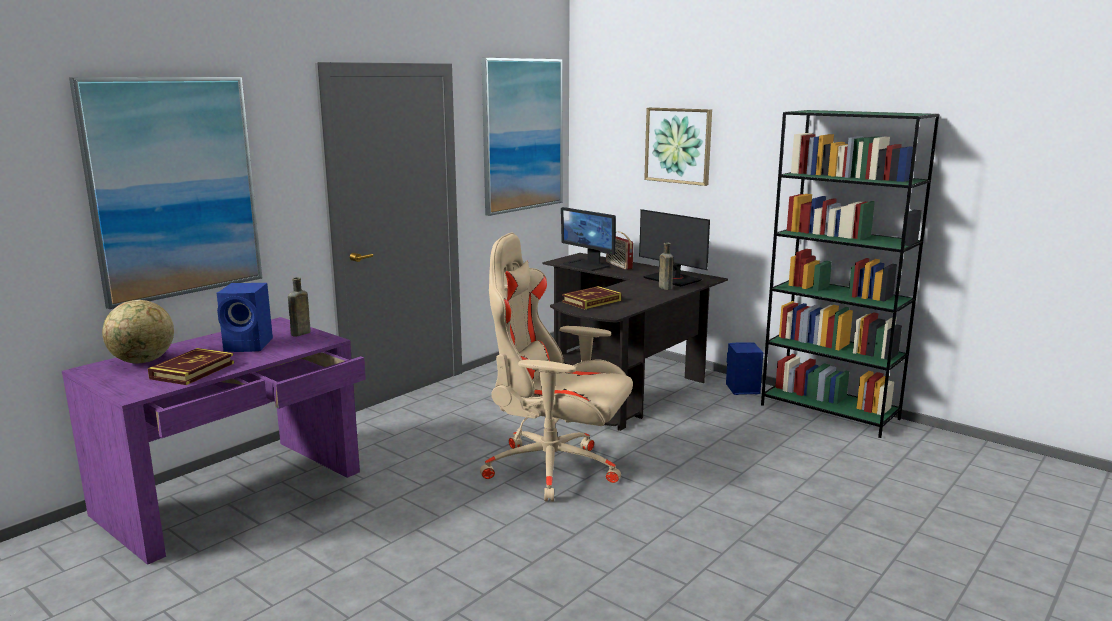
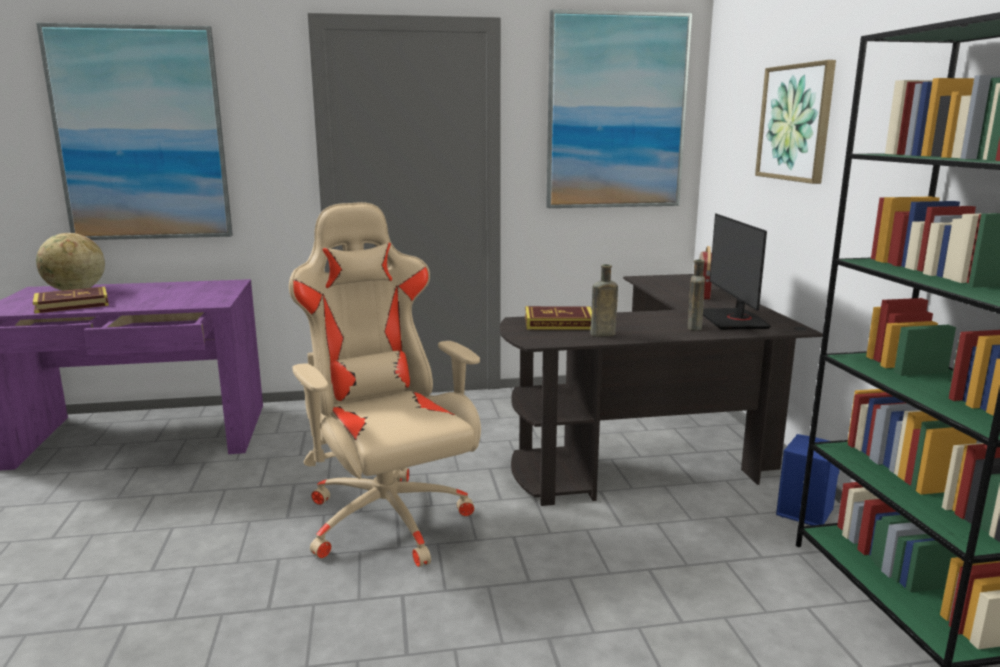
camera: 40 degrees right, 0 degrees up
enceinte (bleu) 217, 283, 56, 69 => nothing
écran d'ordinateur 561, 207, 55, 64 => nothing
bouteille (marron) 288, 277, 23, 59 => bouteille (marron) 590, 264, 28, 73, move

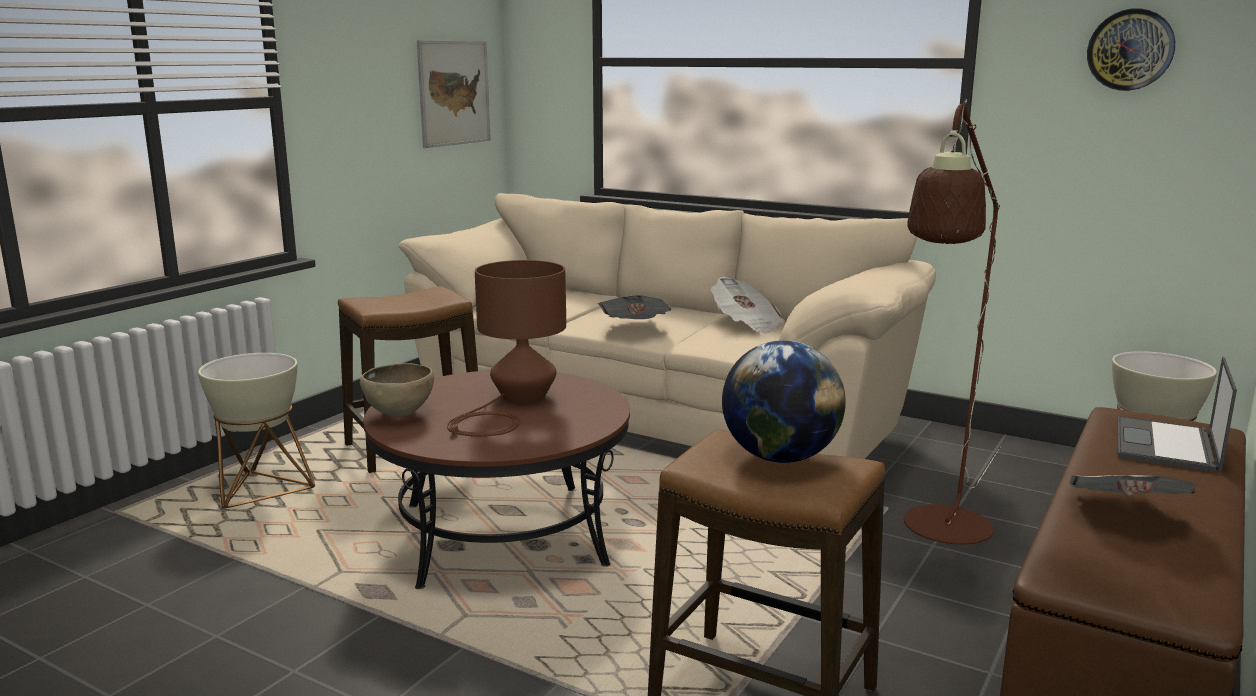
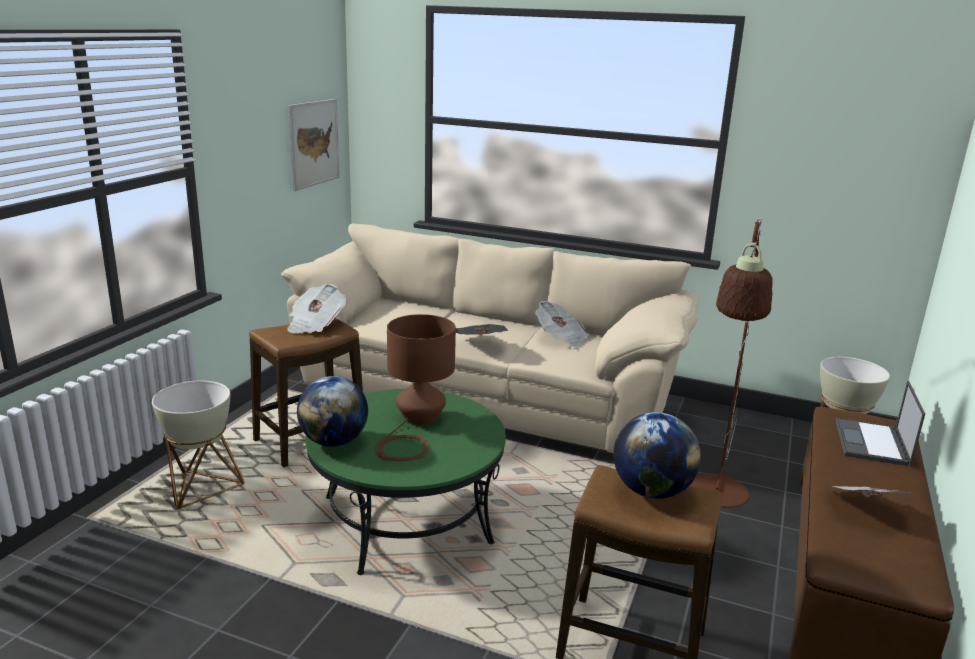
camera: 10 degrees left, 5 degrees up
horloge murale 1087, 8, 88, 83 => nothing
nothing => journal 287, 284, 59, 49
bol (marron) 360, 363, 74, 54 => globe 297, 376, 71, 71
table basse (marron) 363, 370, 267, 219 => table basse (vert) 305, 389, 201, 186

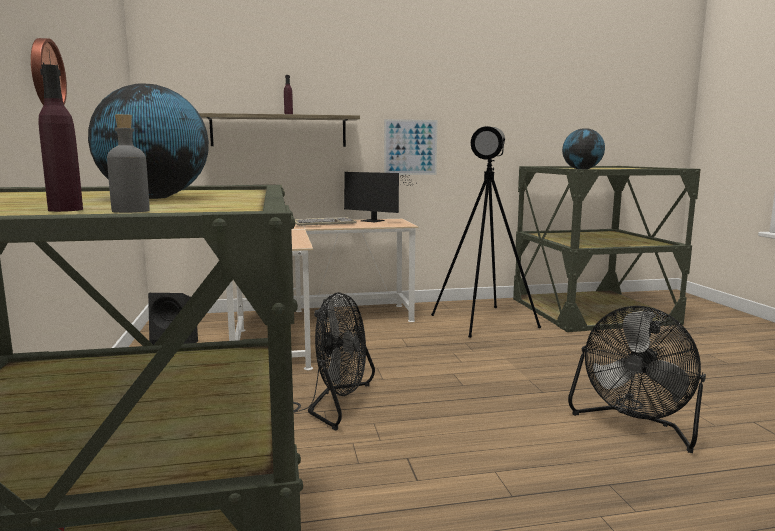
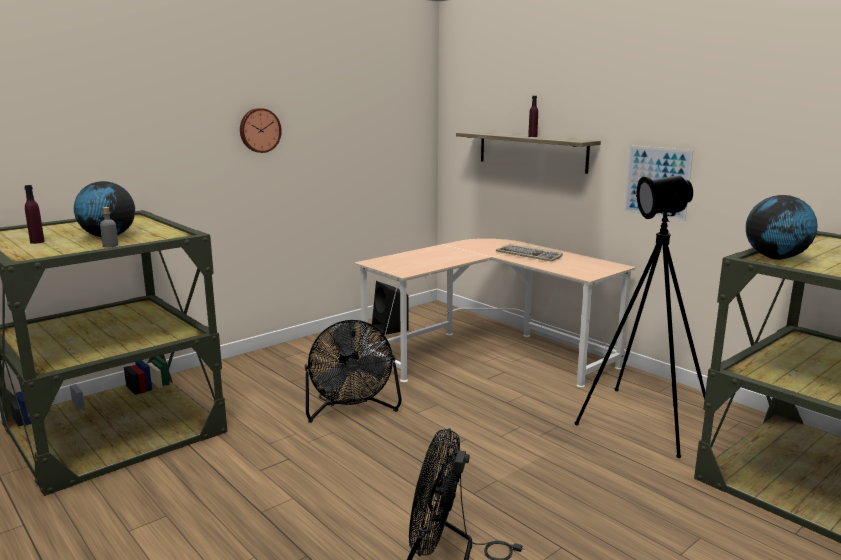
camera: 60 degrees right, 5 degrees up
écran d'ordinateur 344, 172, 70, 50 => nothing
bouteille (gris) 107, 114, 43, 99 => bouteille (gris) 100, 207, 18, 40, move

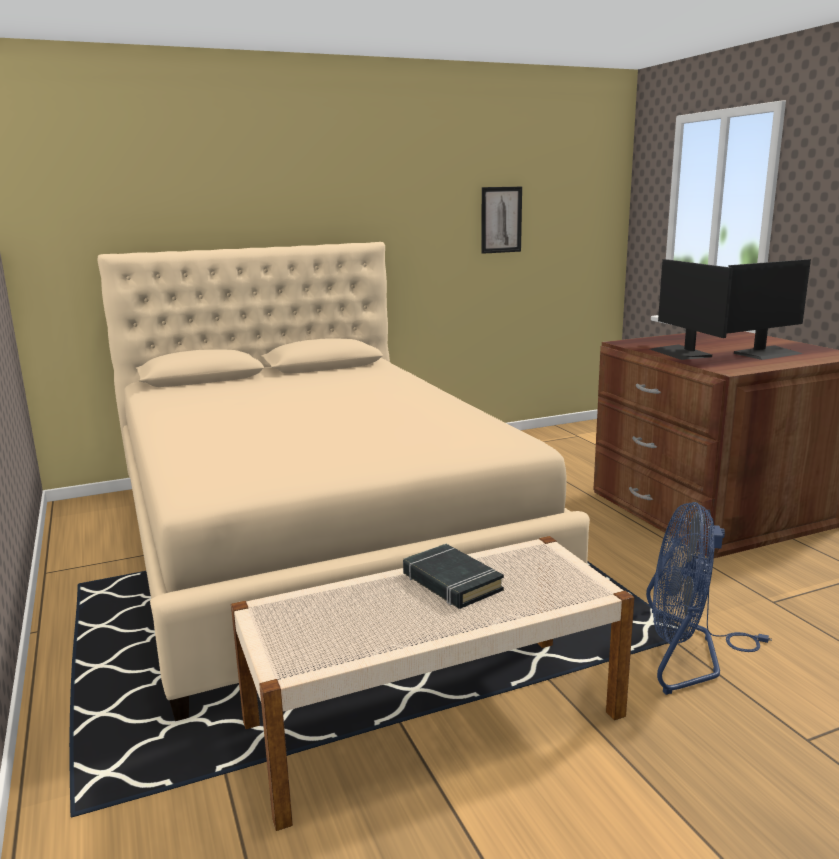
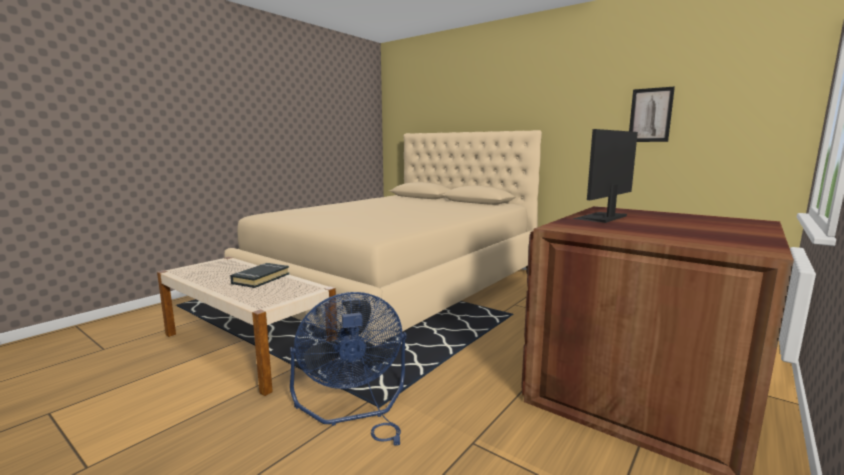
camera: 60 degrees right, 5 degrees down
écran d'ordinateur 726, 259, 85, 101 => nothing

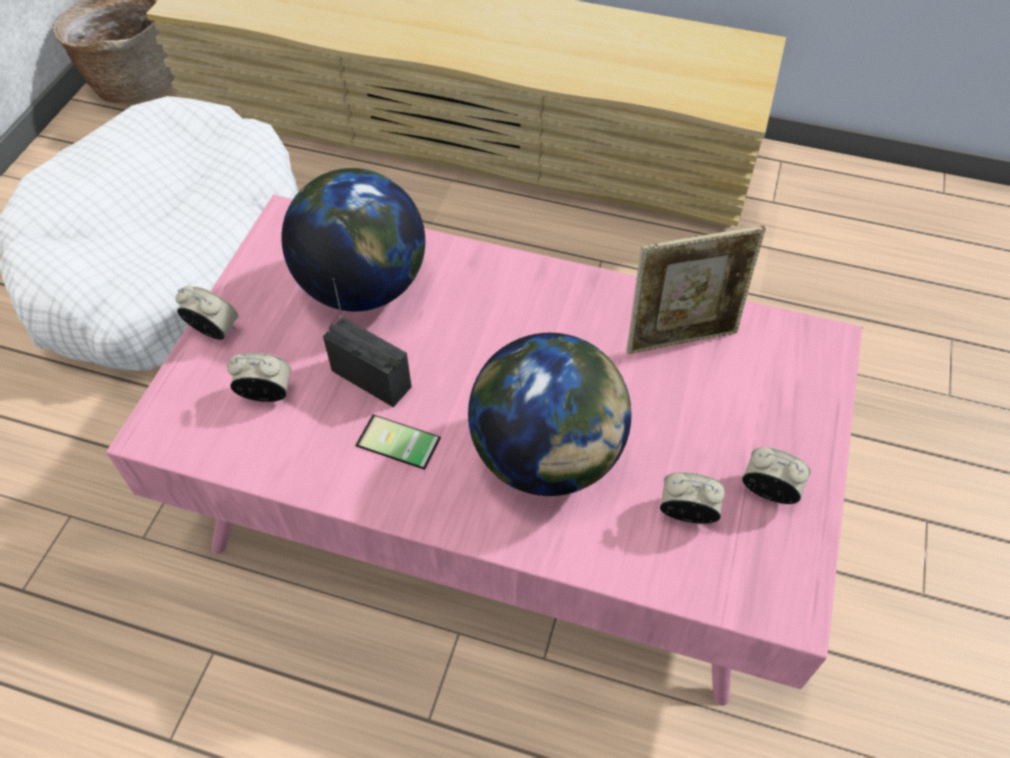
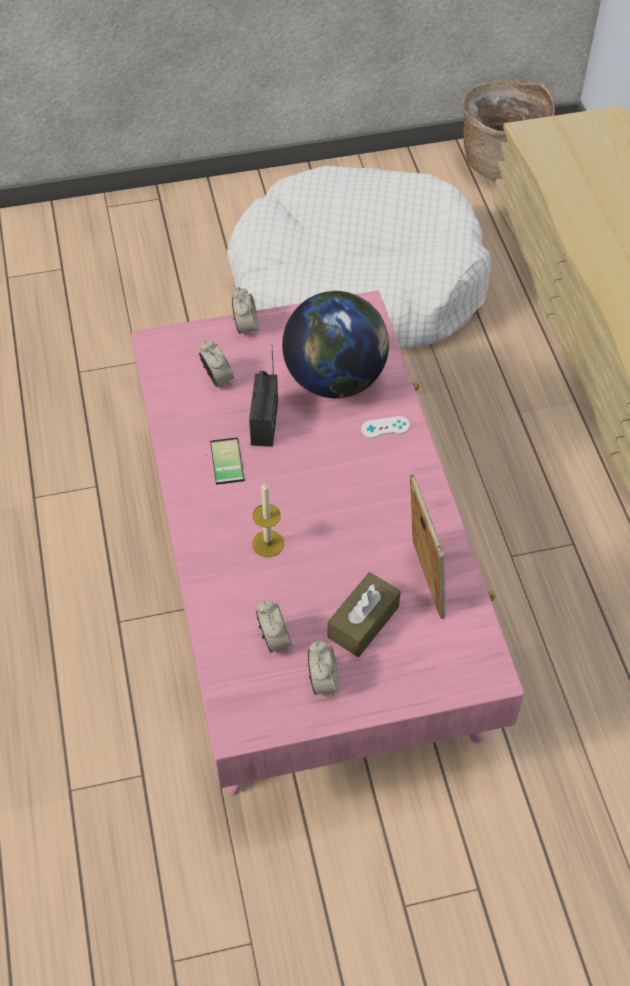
camera: 60 degrees right, 0 degrees up
nothing => boîte à mouchoirs (marron) 327, 572, 74, 85
nothing => manette (blanc) 361, 416, 49, 22
globe 468, 333, 164, 163 => bougie 252, 482, 32, 75
cadre photo 627, 226, 139, 128 => cadre photo 410, 475, 36, 144, 150 degrees counterclockwise

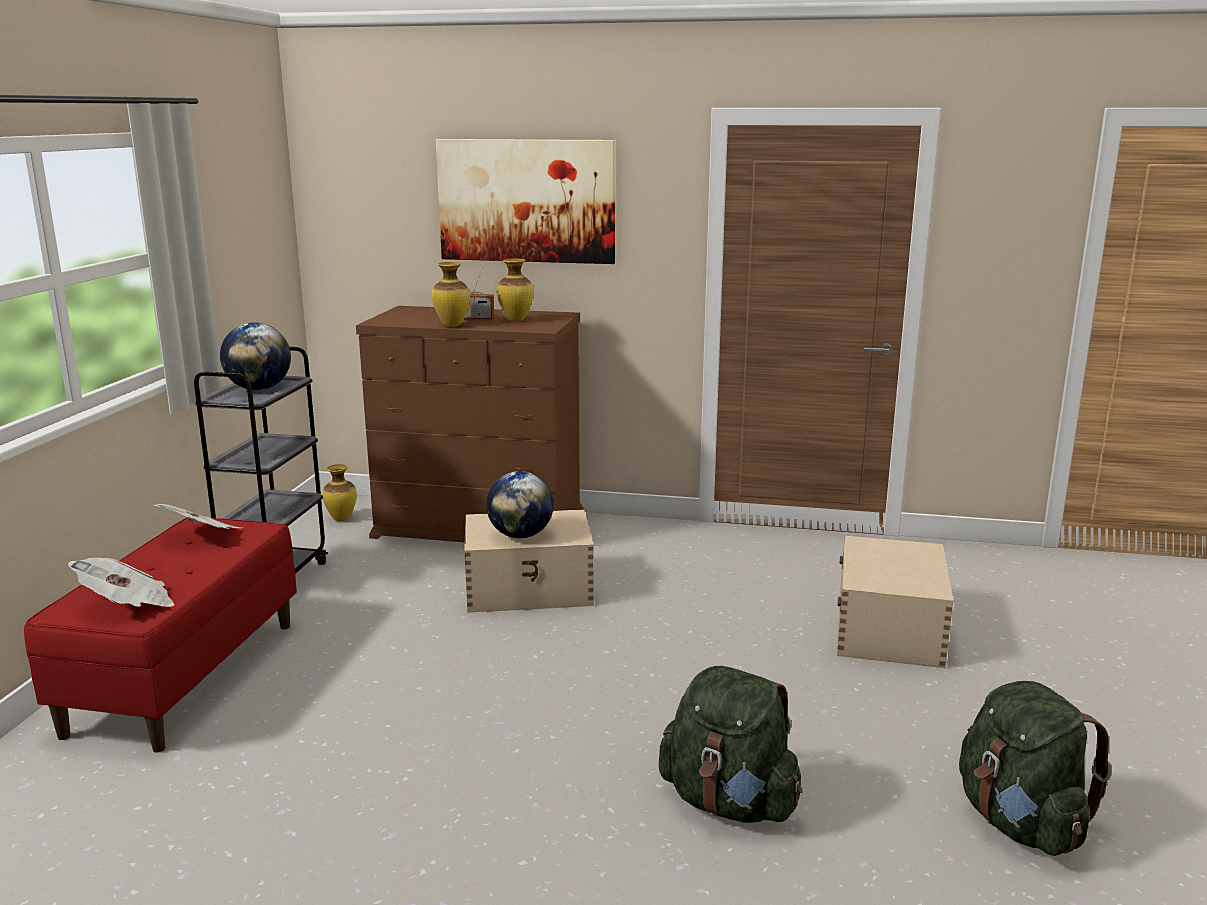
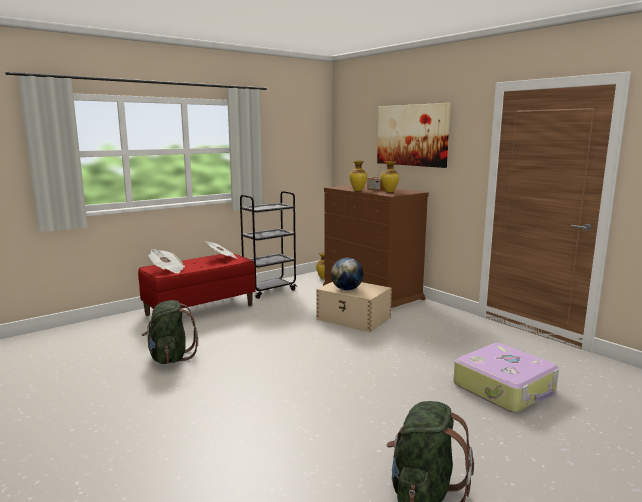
camera: 40 degrees right, 5 degrees down
globe 220, 322, 71, 68 => nothing
sac à dos (vert) 659, 666, 144, 157 => sac à dos (vert) 142, 300, 56, 64, move
boîte de rangement (beige) 837, 536, 116, 132 => valise 453, 343, 106, 69

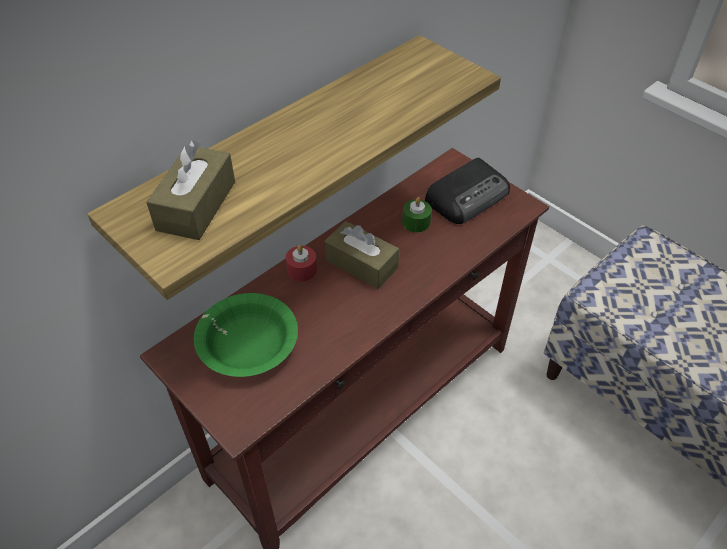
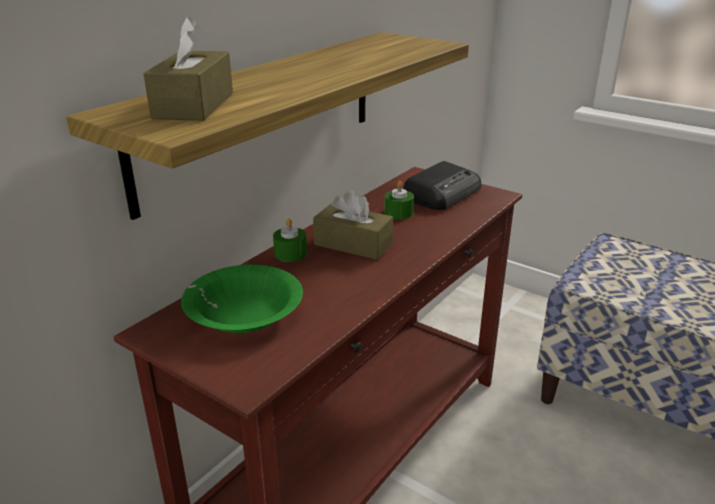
camera: 10 degrees left, 20 degrees down
bougie (rouge) 286, 245, 31, 36 => bougie (vert) 273, 218, 34, 44

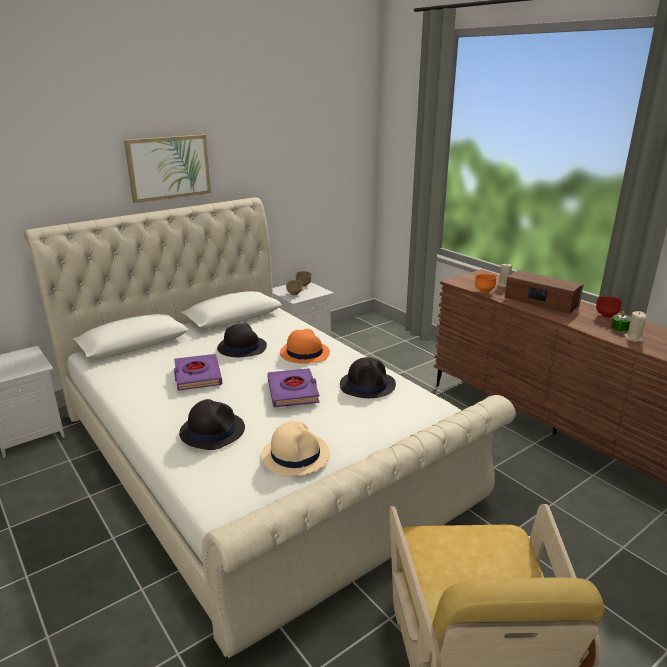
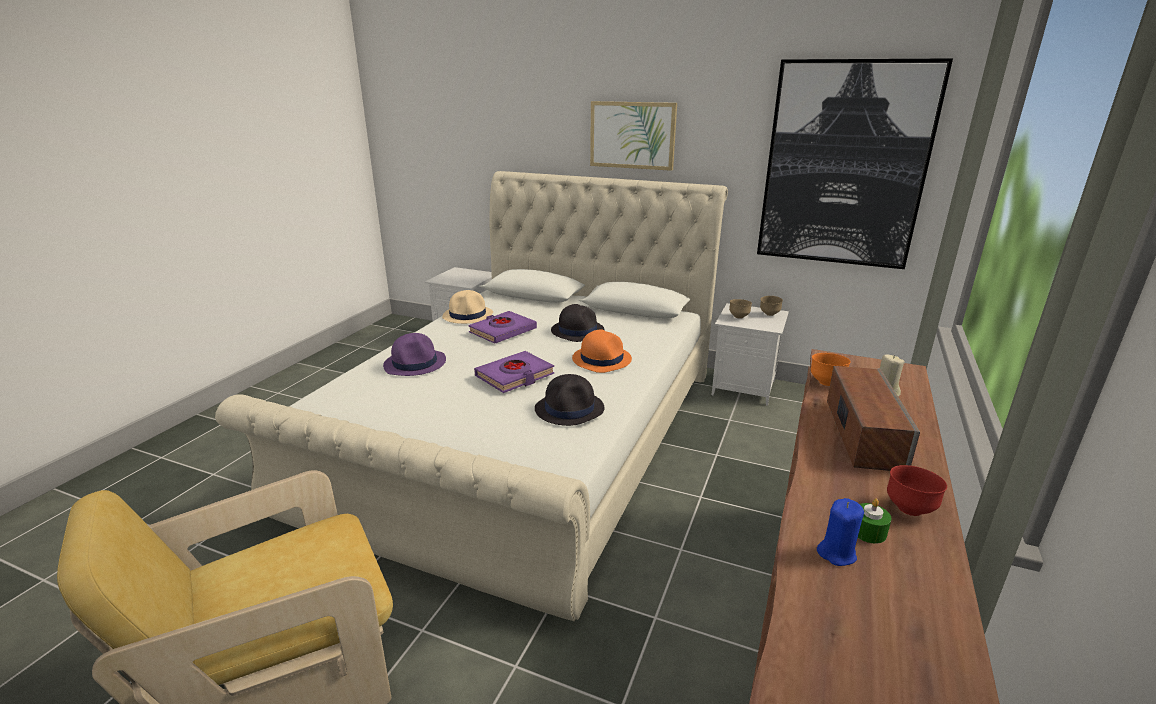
camera: 60 degrees right, 0 degrees up
nothing => tableau 757, 58, 196, 211
chapeau (beige) 261, 421, 69, 56 => chapeau (beige) 442, 290, 51, 34, move
chapeau (noir) 179, 399, 66, 51 => chapeau (violet) 383, 333, 63, 43
bougie (beige) 624, 311, 23, 31 => bougie (bleu) 817, 498, 47, 68

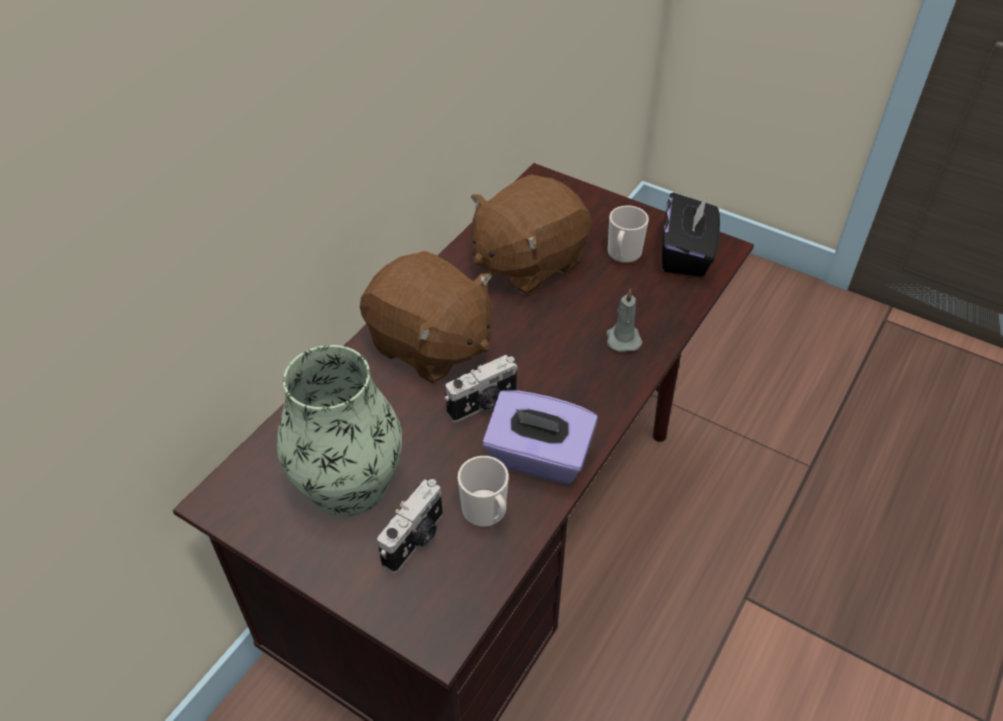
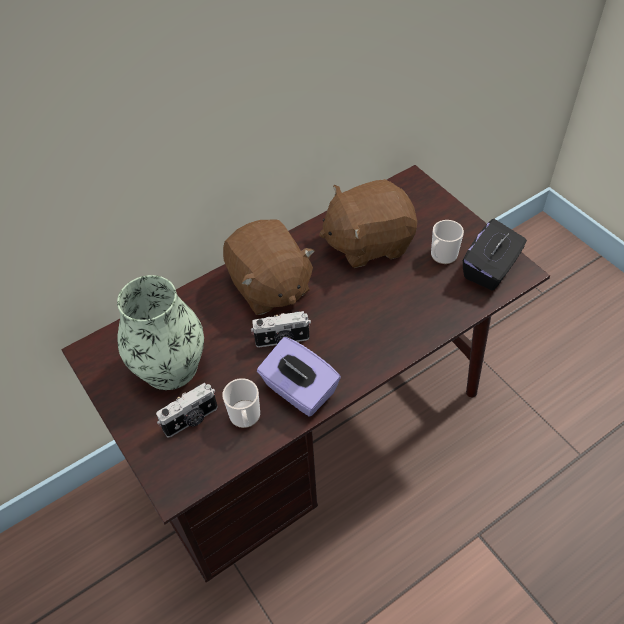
camera: 25 degrees right, 5 degrees up
bougie (gris) 606, 289, 36, 63 => nothing

